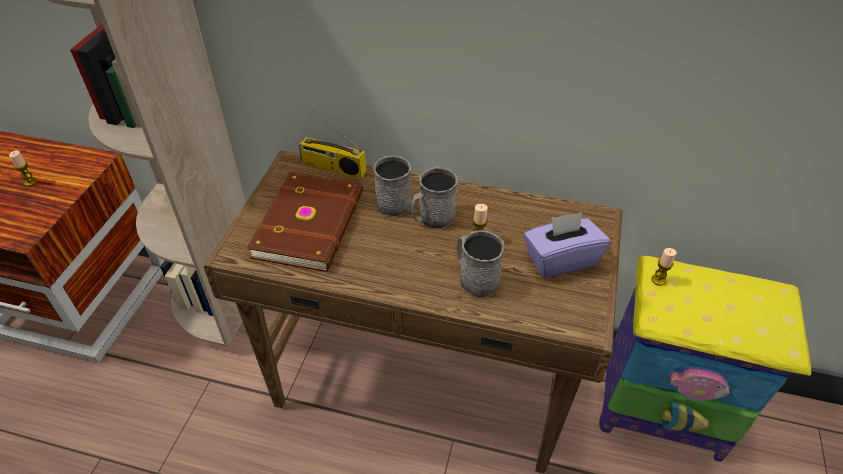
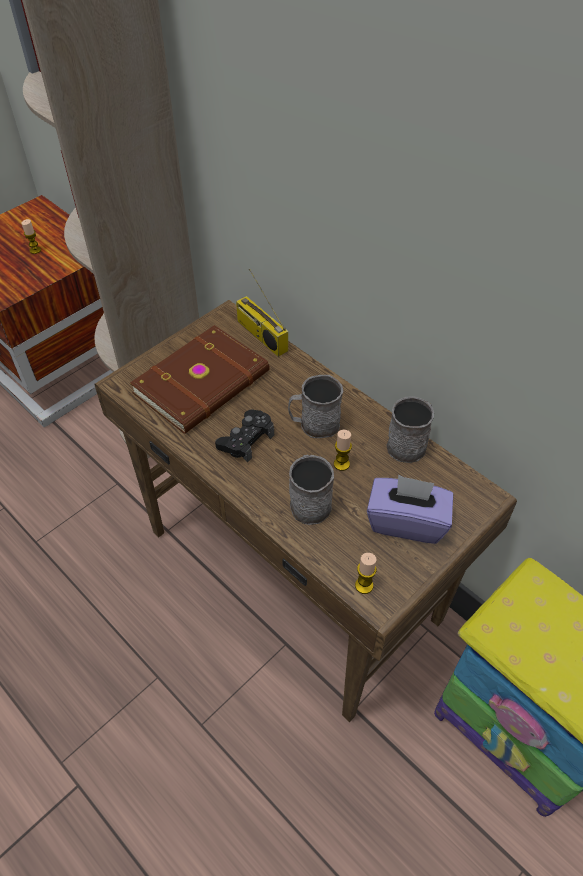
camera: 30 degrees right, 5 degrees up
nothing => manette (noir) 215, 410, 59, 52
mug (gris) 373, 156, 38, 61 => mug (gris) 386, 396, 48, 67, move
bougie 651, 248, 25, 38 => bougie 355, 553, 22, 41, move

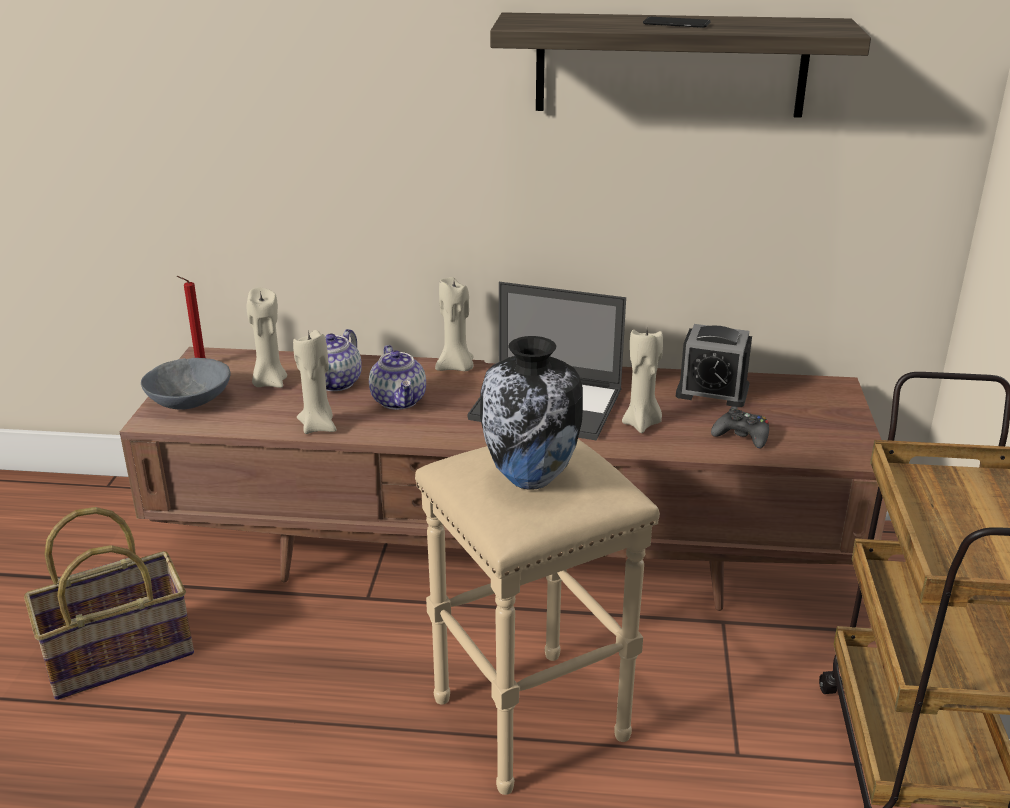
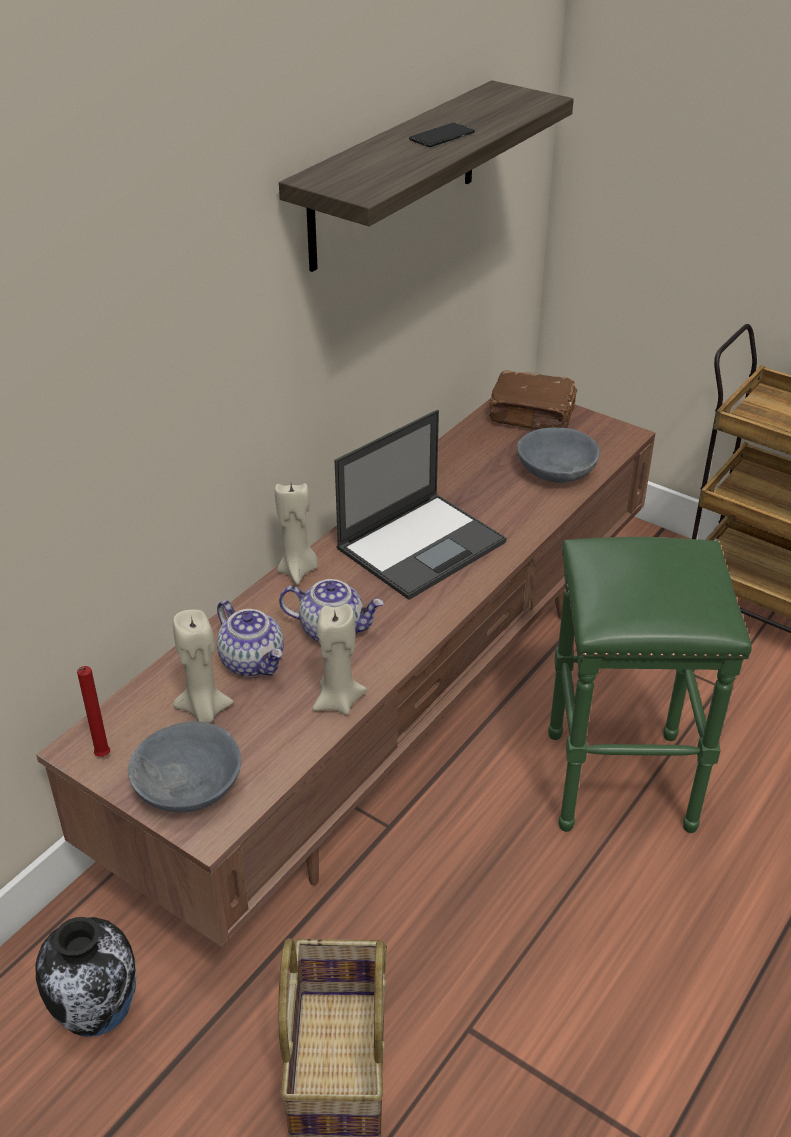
camera: 60 degrees left, 10 degrees up
bougie (beige) 622, 326, 41, 107 => nothing
réveil 676, 324, 76, 83 => nothing
nothing => livre (marron) 489, 370, 88, 60
vase 480, 336, 103, 154 => vase 35, 917, 102, 120, move
manette (noir) 711, 406, 58, 42 => bol (gris) 517, 428, 83, 55
tabouret (beige) 415, 439, 245, 356 => tabouret (vert) 548, 537, 204, 296

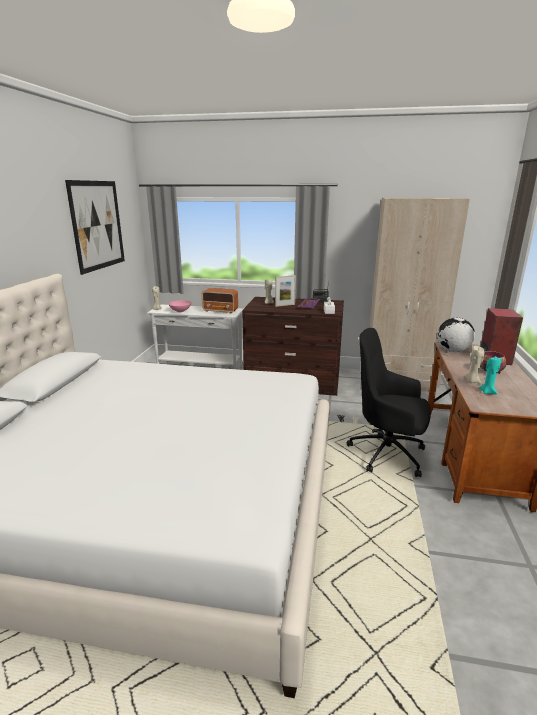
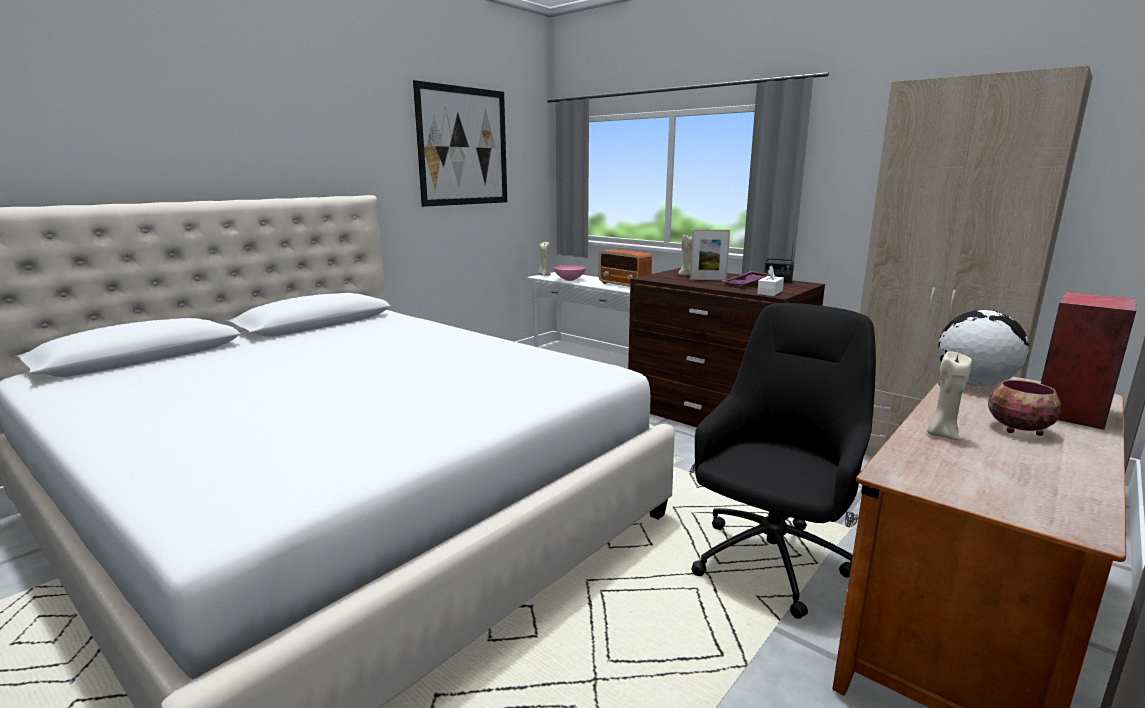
camera: 30 degrees right, 5 degrees down
bougie (turquoise) 478, 356, 23, 39 => nothing
chaise de bureau (noir) 347, 328, 84, 149 => chaise de bureau (noir) 691, 303, 185, 316, 75 degrees clockwise

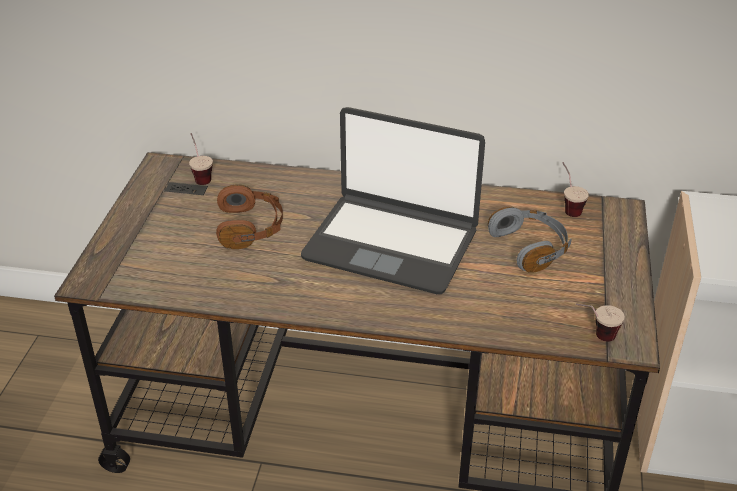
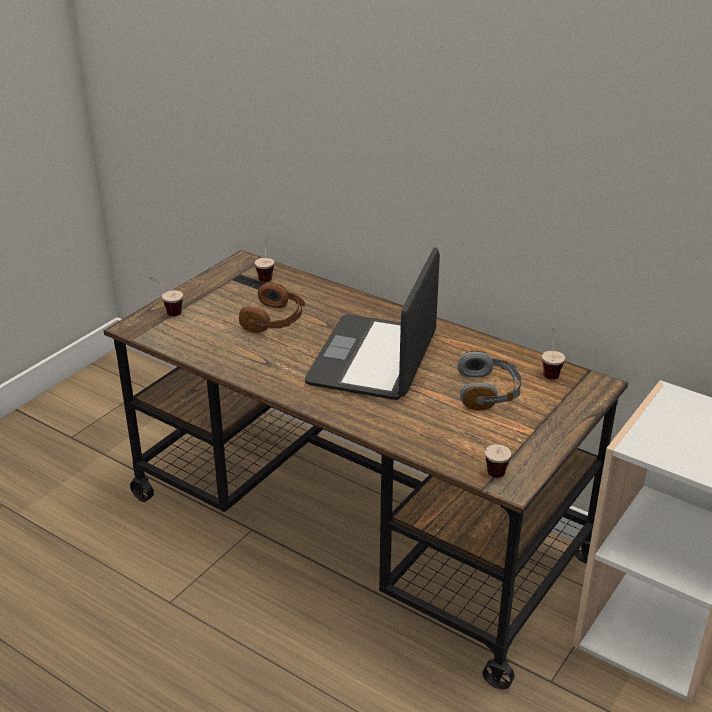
camera: 25 degrees right, 5 degrees down
nothing => tasse 149, 276, 34, 40
ordinateur portable 301, 107, 184, 187 => ordinateur portable 305, 247, 135, 153, 60 degrees clockwise

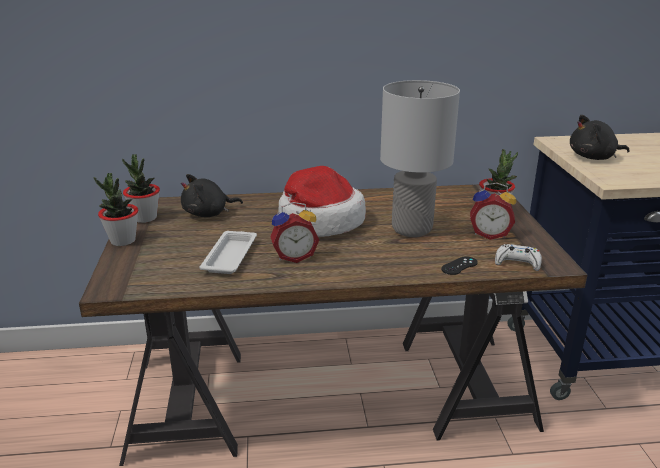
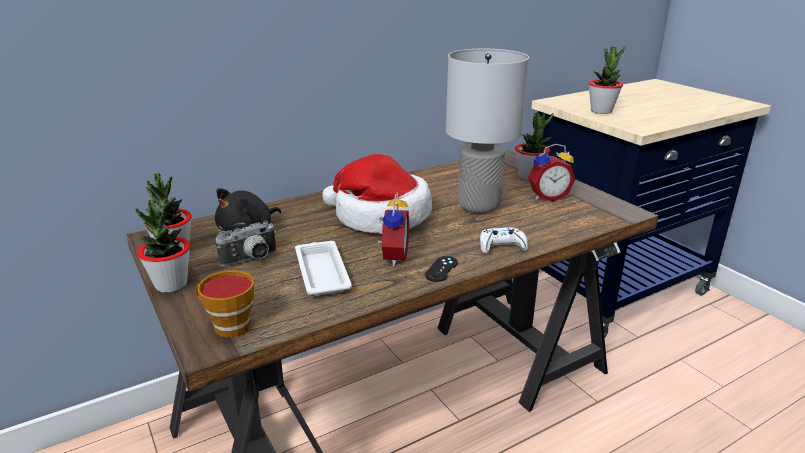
camera: 25 degrees left, 0 degrees up
nothing => tasse 196, 270, 58, 68
nothing => appareil photo 216, 221, 60, 46
manette (noir) 441, 256, 37, 19 => manette (noir) 425, 256, 33, 26, move
manette (blanc) 495, 244, 47, 27 => manette (blanc) 480, 227, 48, 27, move
peluche (noir) 570, 115, 60, 45 => plante en pot 588, 46, 38, 68
réveil 270, 202, 49, 61 => réveil 378, 192, 31, 74, 45 degrees counterclockwise

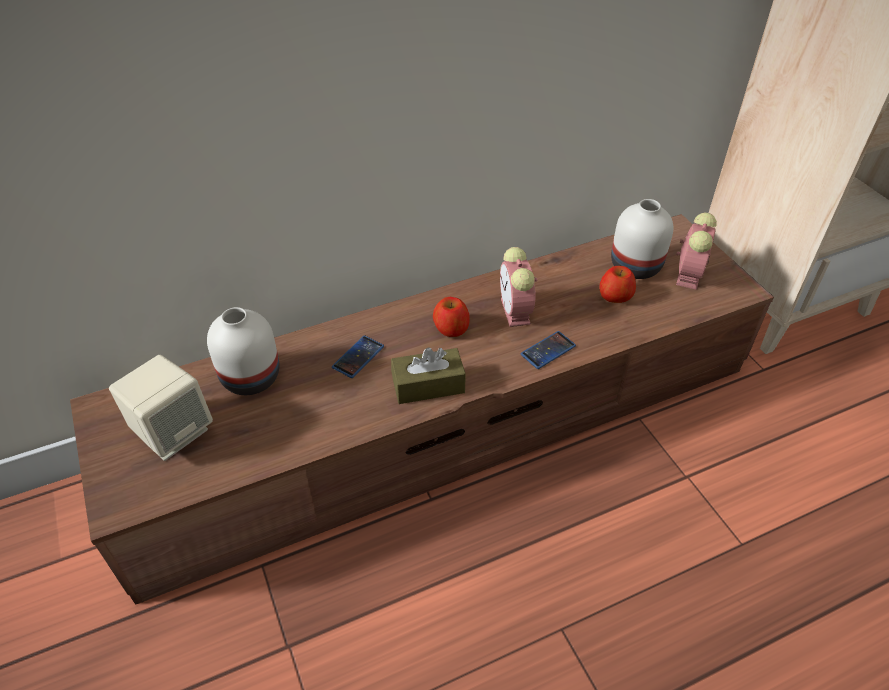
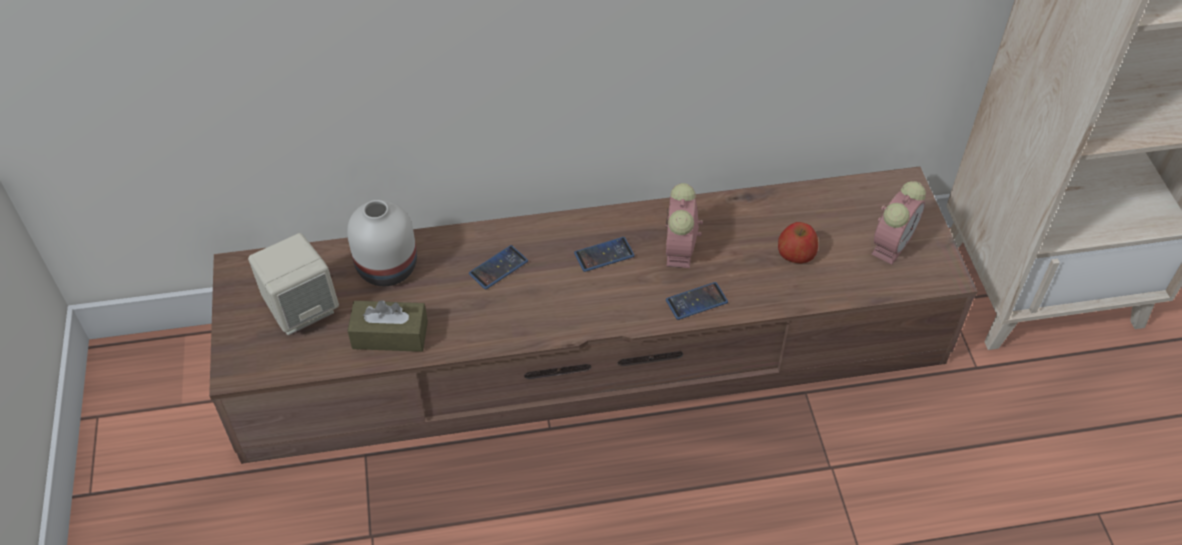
camera: 15 degrees right, 5 degrees up
vase (blanc) 611, 199, 62, 80 => nothing
boîte à mouchoirs (marron) 391, 347, 75, 57 => boîte à mouchoirs (marron) 347, 300, 81, 52, move
pomme 433, 297, 37, 40 => téléphone 574, 237, 61, 35

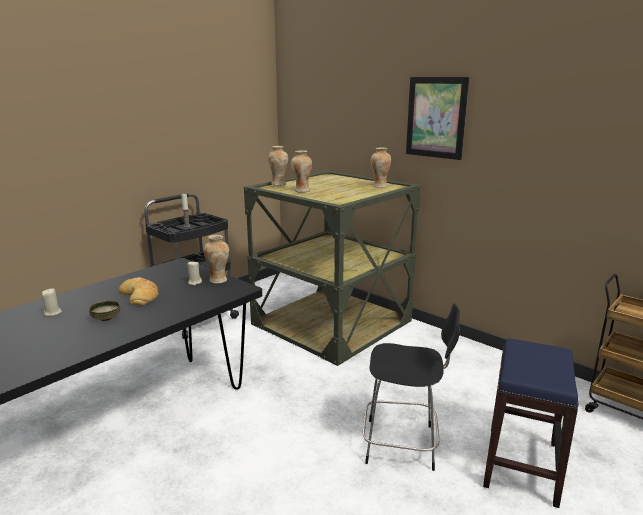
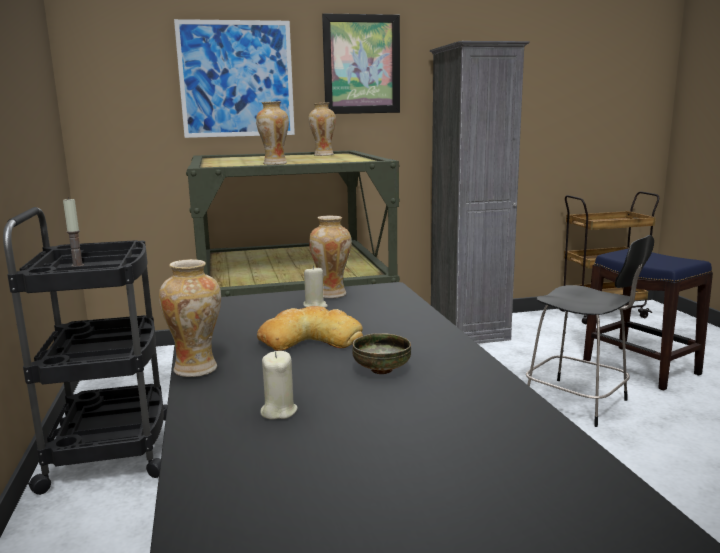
camera: 55 degrees left, 5 degrees down
nothing => tableau 174, 19, 121, 119
nothing => meuble de rangement (gris) 430, 41, 100, 303
vase 268, 146, 20, 40 => vase 159, 259, 62, 118, move
chaise (noir) 363, 303, 97, 168 => chaise (noir) 526, 235, 128, 192, 90 degrees clockwise

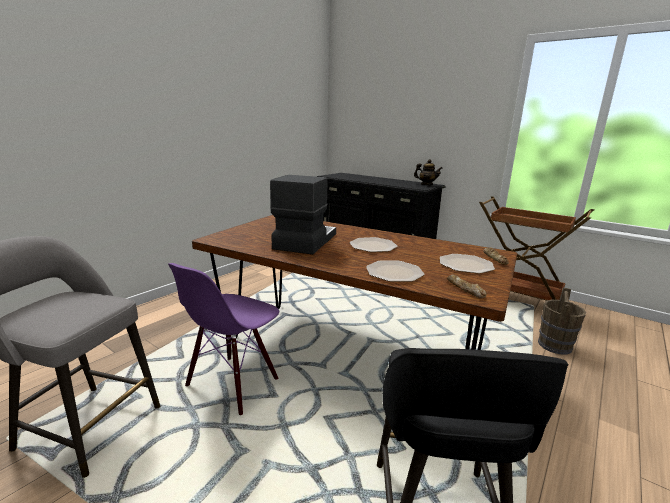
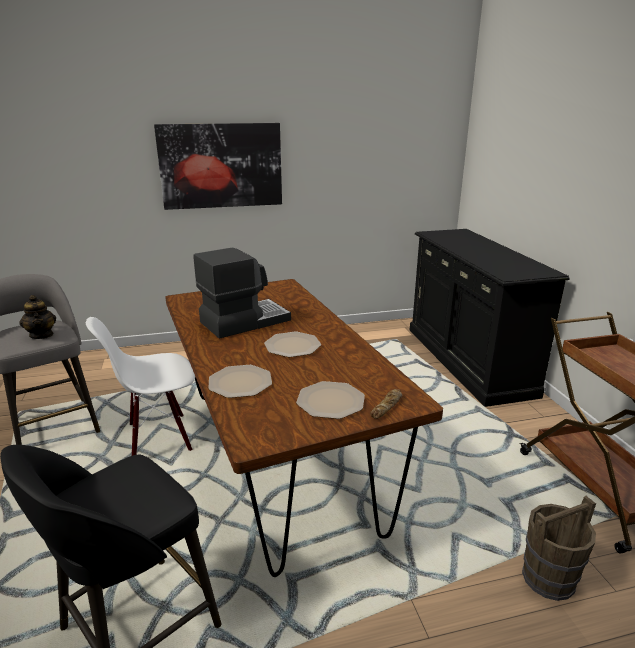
camera: 40 degrees right, 5 degrees up
pain 447, 274, 40, 24 => nothing
nothing => tableau 154, 123, 128, 87
théière 414, 159, 29, 26 => théière 19, 295, 37, 44, move
chaise (violet) 168, 263, 111, 152 => chaise (blanc) 86, 317, 109, 139

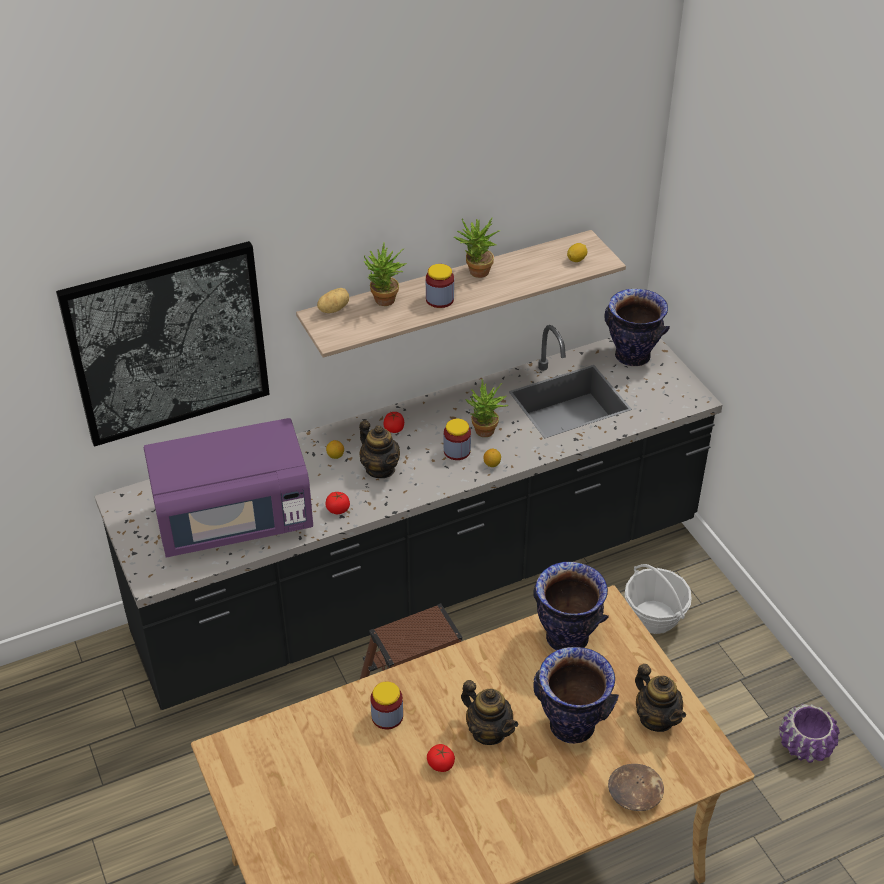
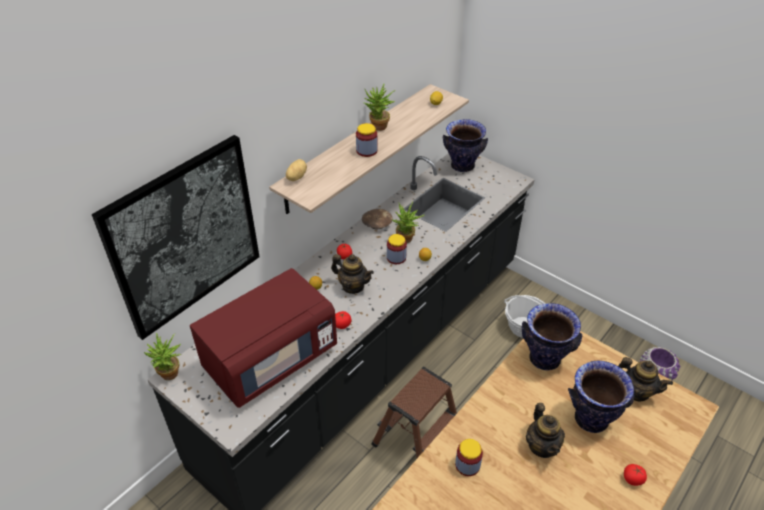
camera: 25 degrees left, 0 degrees up
plante en pot 364, 242, 43, 64 => plante en pot 144, 333, 37, 47, move
tomate 427, 744, 28, 28 => tomate 624, 464, 23, 22, move
bol (marron) 608, 764, 56, 47 => bol (marron) 362, 209, 31, 20, move
micro-ondes (violet) 144, 418, 169, 140 => micro-ondes (rouge) 190, 268, 147, 140
théière 461, 680, 57, 65 => théière 526, 403, 39, 55, 60 degrees clockwise

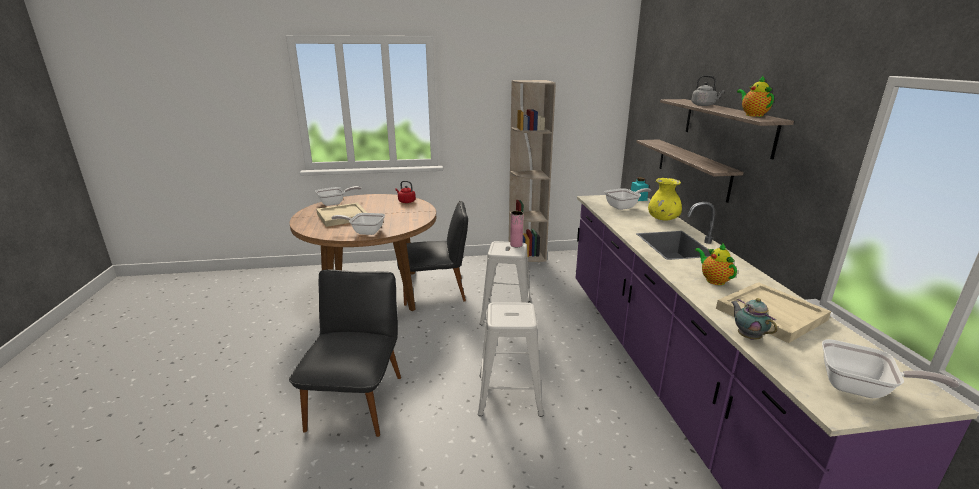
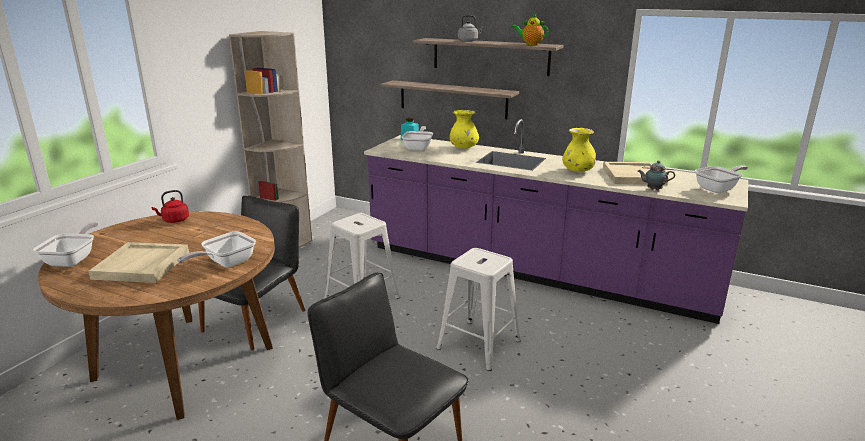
camera: 55 degrees left, 0 degrees up
vase (rose) 510, 211, 14, 36 => nothing
théière 695, 243, 42, 42 => vase (jaune) 562, 128, 34, 44

